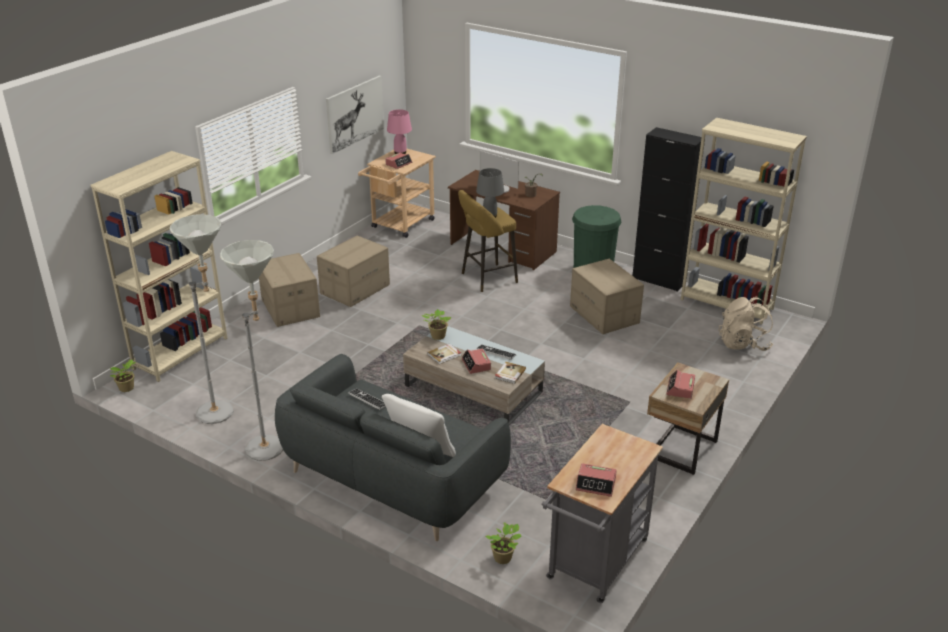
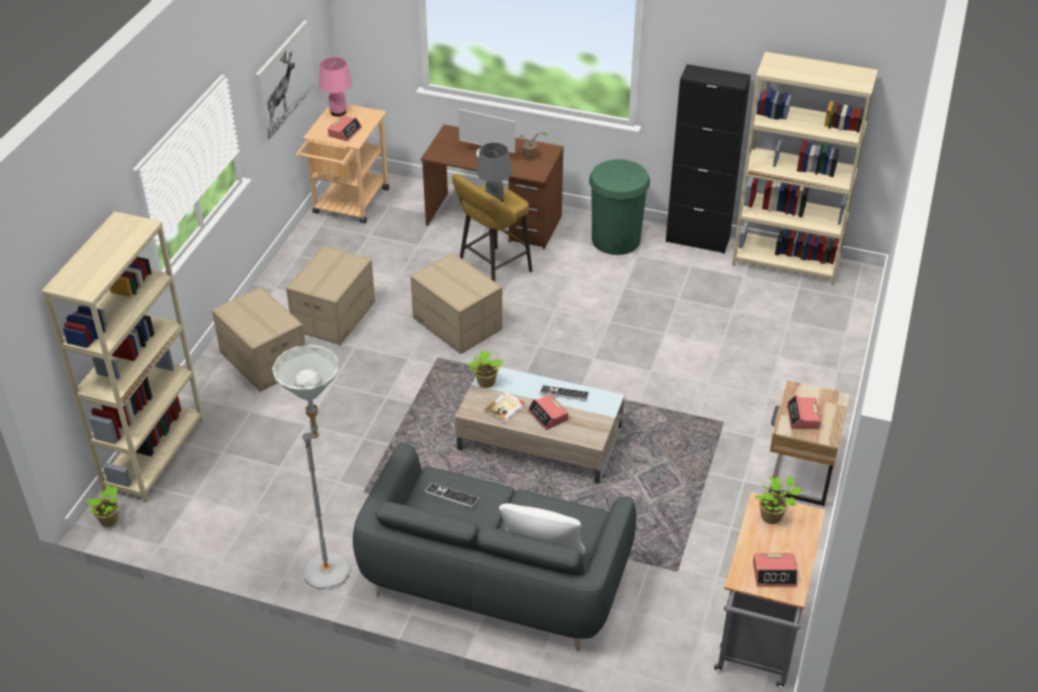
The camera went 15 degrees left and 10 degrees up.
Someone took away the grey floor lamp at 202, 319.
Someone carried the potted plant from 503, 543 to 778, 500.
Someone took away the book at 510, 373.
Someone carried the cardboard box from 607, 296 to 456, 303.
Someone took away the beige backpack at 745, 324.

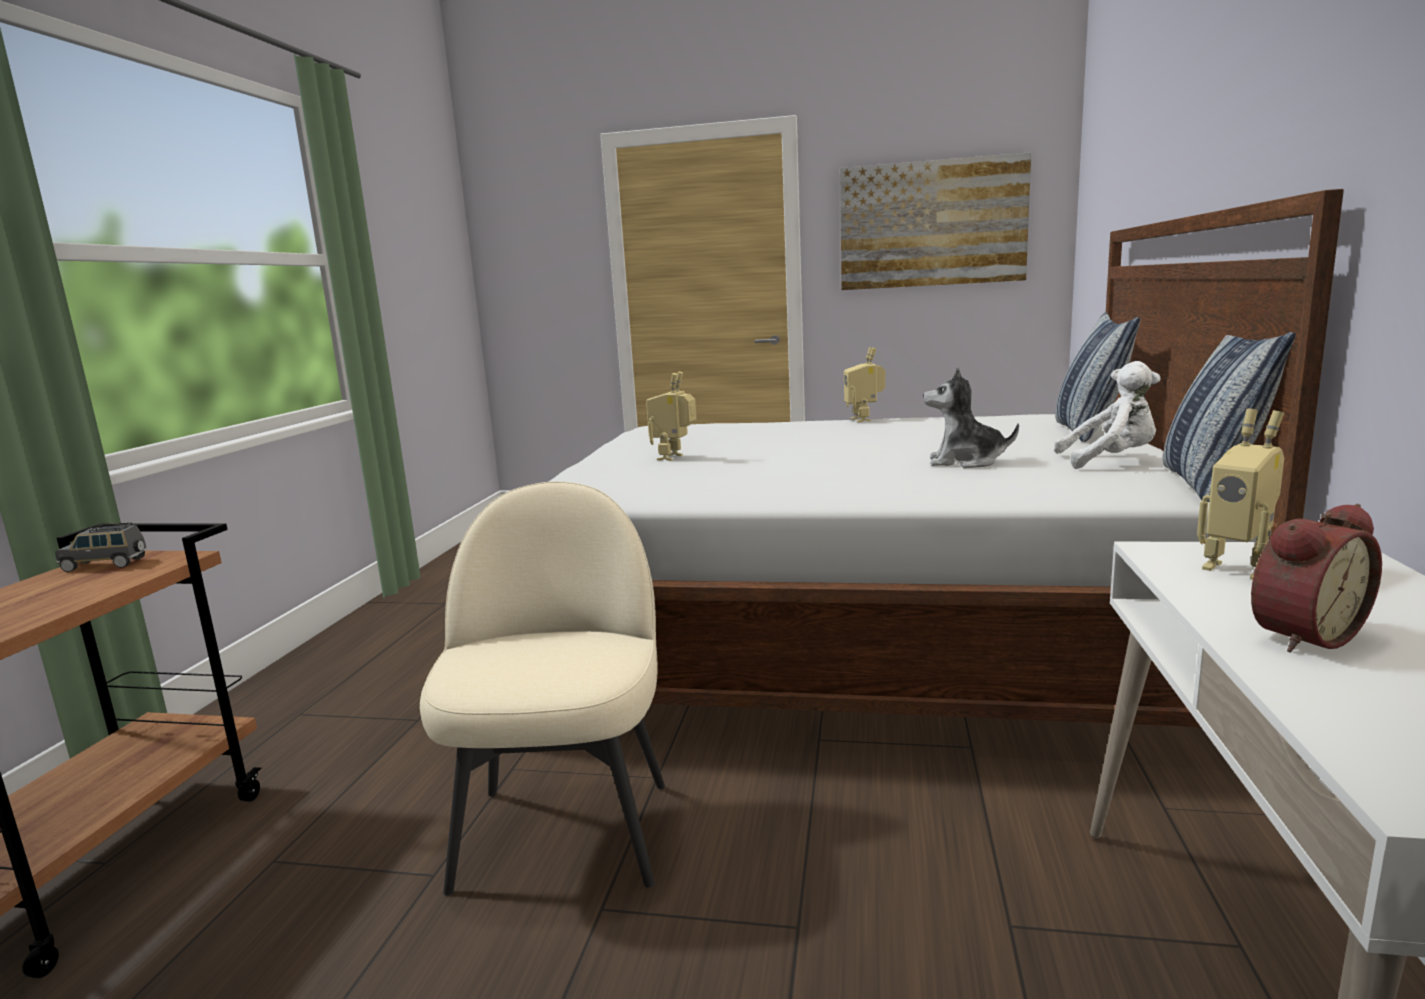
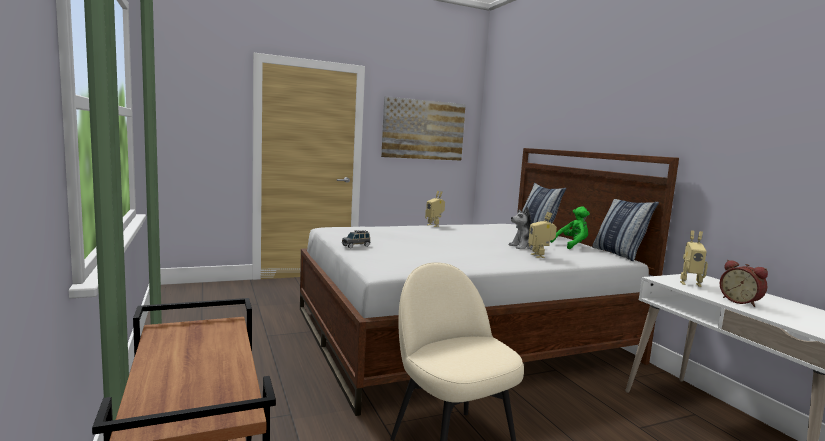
The camera went 35 degrees left and 5 degrees down.
Someone carried the grey toy car from 101, 547 to 356, 239.
Someone carried the toy robot from 671, 416 to 542, 234.
Someone repainted the white plush toy at 1107, 415, which became the green plush toy at 570, 227.
Someone rotated the alarm clock at 1316, 578 by 120 degrees clockwise.

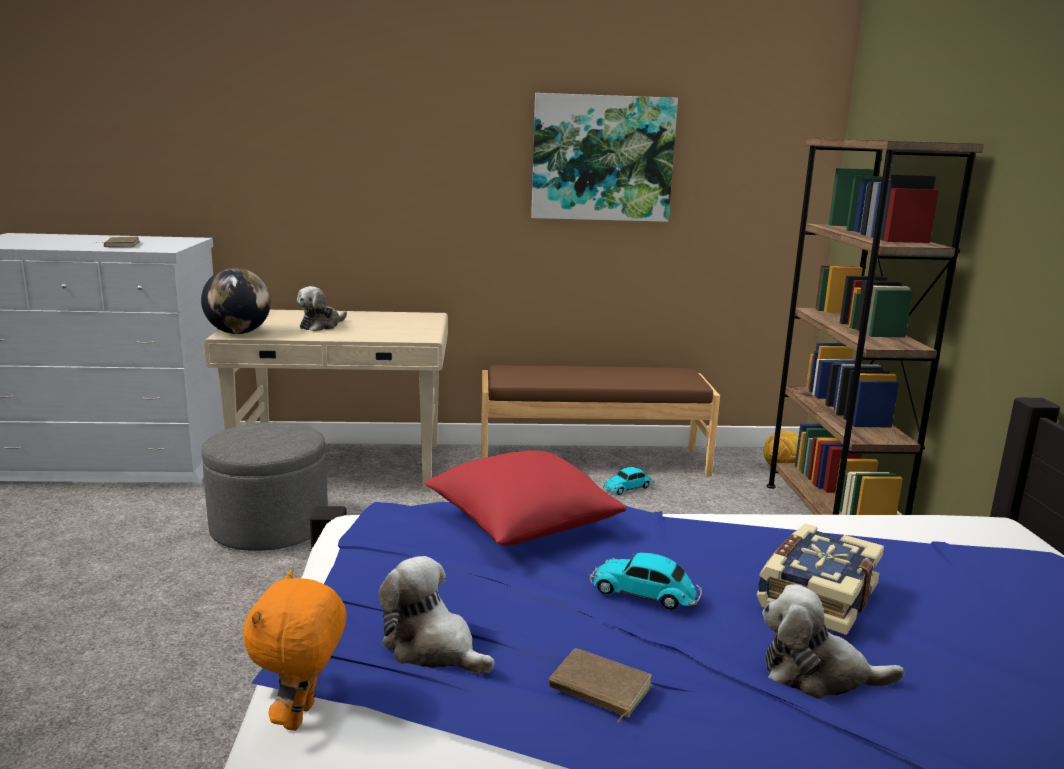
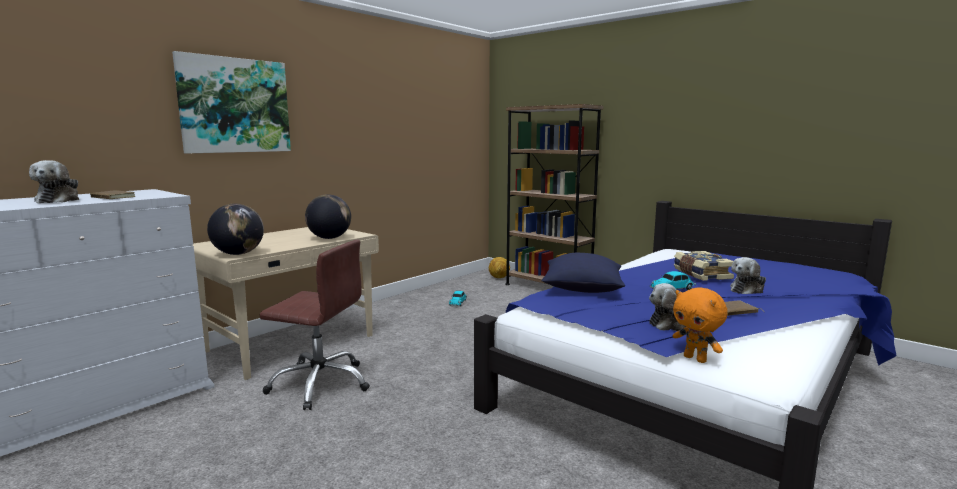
The camera went 45 degrees left and 5 degrees down.
Someone swapped the grey ottoman at 265, 486 for the brown office chair at 315, 325.
Someone carried the plush toy from 322, 308 to 54, 181.
Someone repainted the red pillow at 525, 498, which became the blue pillow at 583, 273.
Someone took away the brown bench at 600, 421.
Someone carried the picture from 604, 157 to 231, 102.
Someone put down the globe at 328, 216.

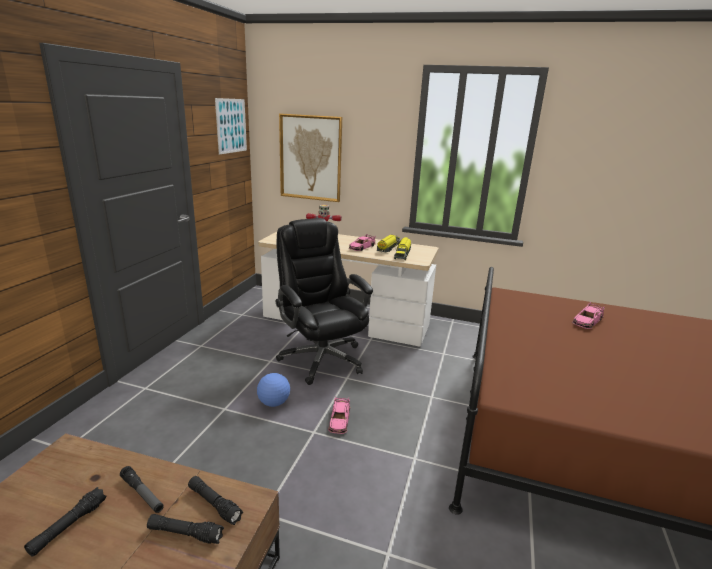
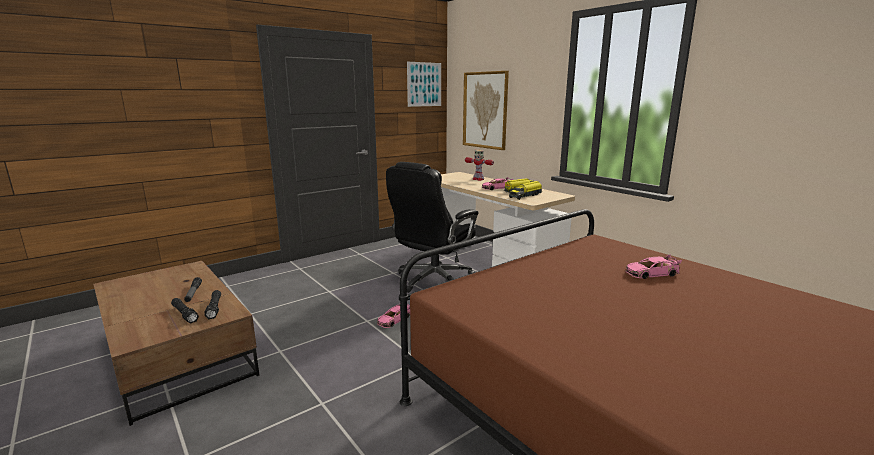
The camera went 35 degrees right and 5 degrees down.
Someone took away the black flashlight at 65, 522.
Someone took away the football at 273, 390.
Someone rotated the black office chair at 324, 301 by 150 degrees counterclockwise.

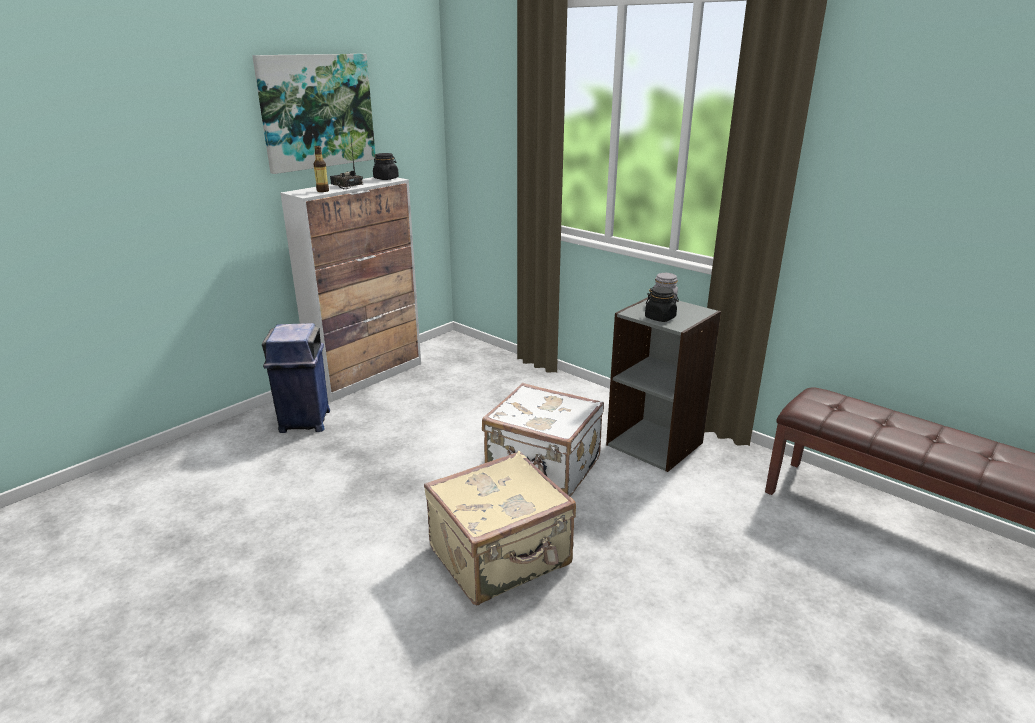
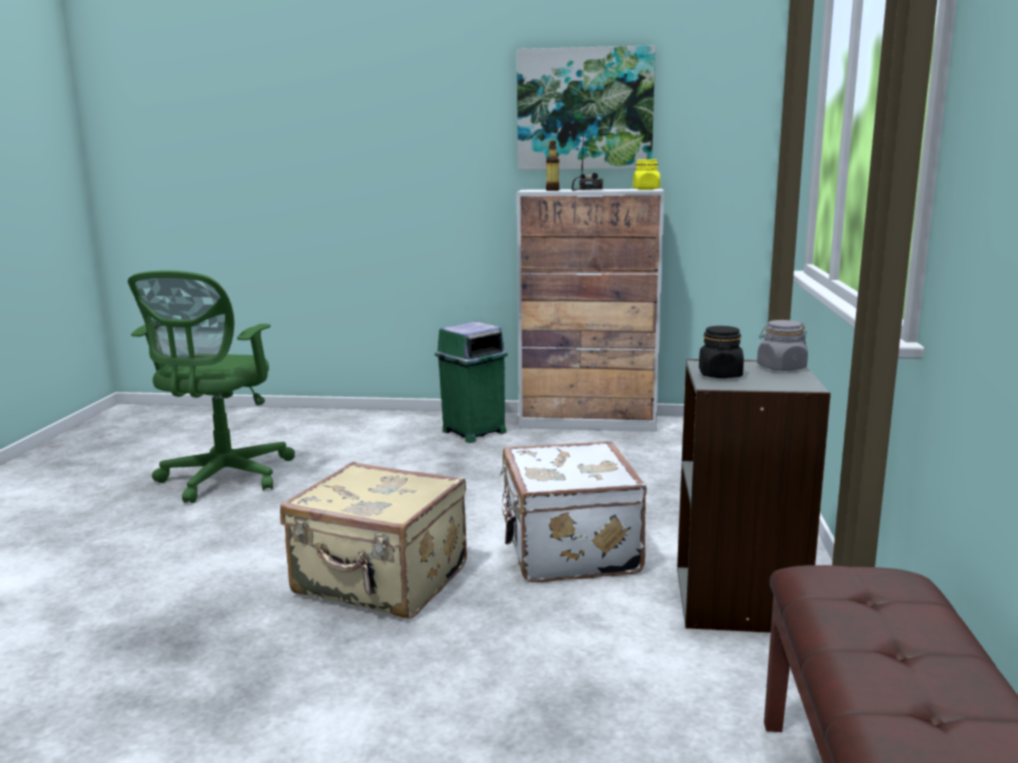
The camera went 55 degrees right and 10 degrees down.
Someone repainted the blue trash can at 296, 378, which became the green trash can at 471, 382.
Someone repainted the black jar at 386, 166, which became the yellow jar at 646, 174.
Someone put down the green office chair at 211, 387.

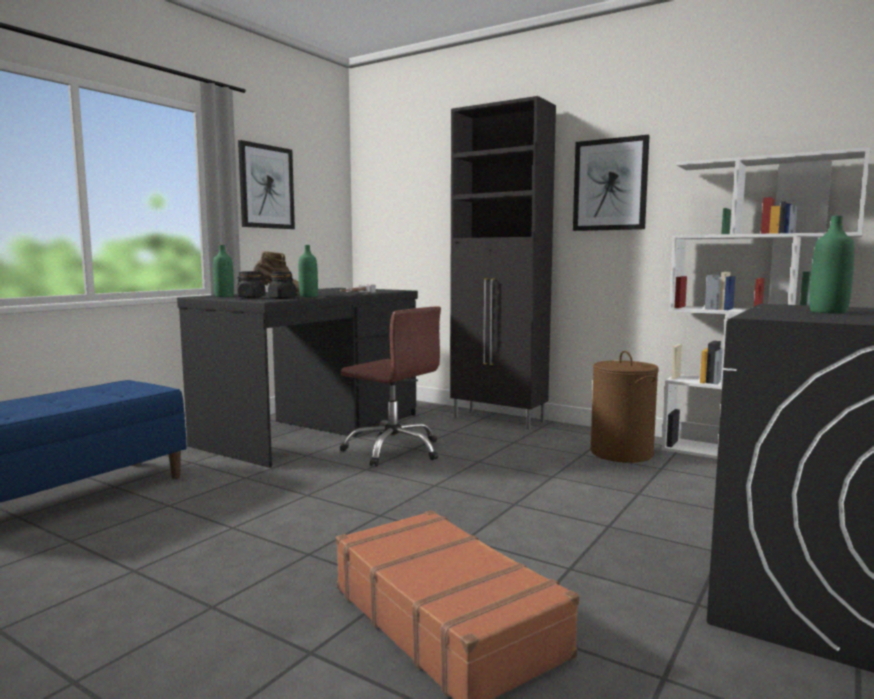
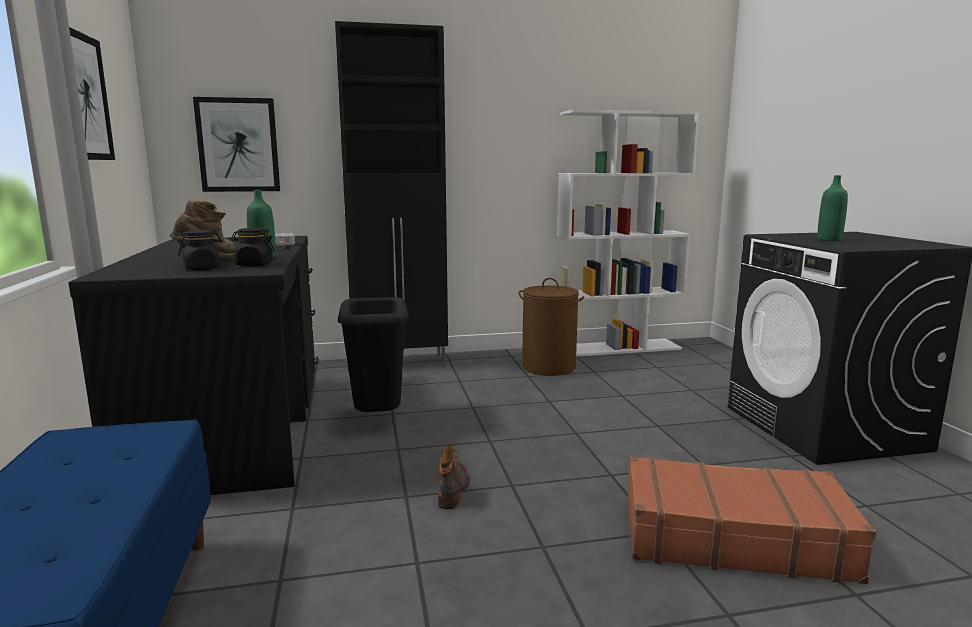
The camera went 45 degrees left and 5 degrees up.
Someone took away the green bottle at 223, 271.
Someone swapped the brown office chair at 390, 386 for the black trash can at 373, 354.
Someone carried the picture from 611, 183 to 236, 144.
Someone put down the boot at 453, 477.

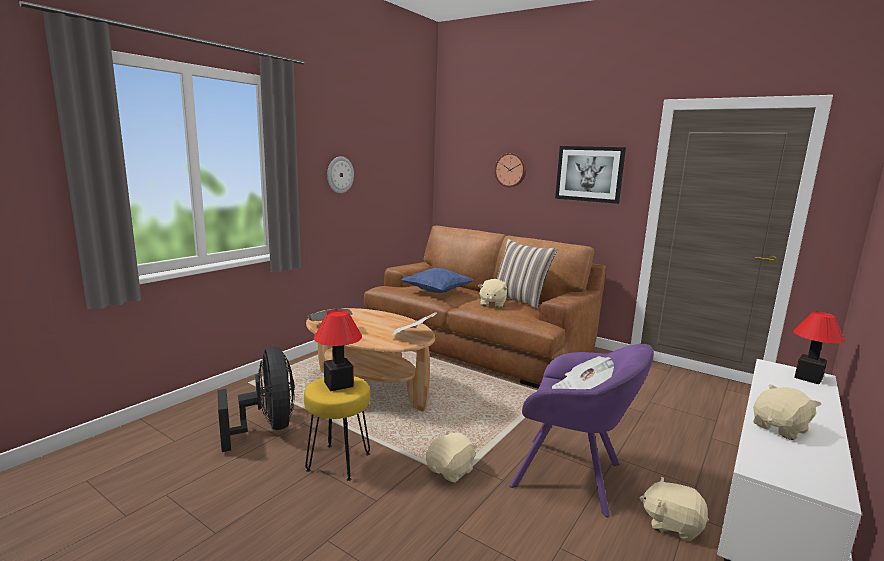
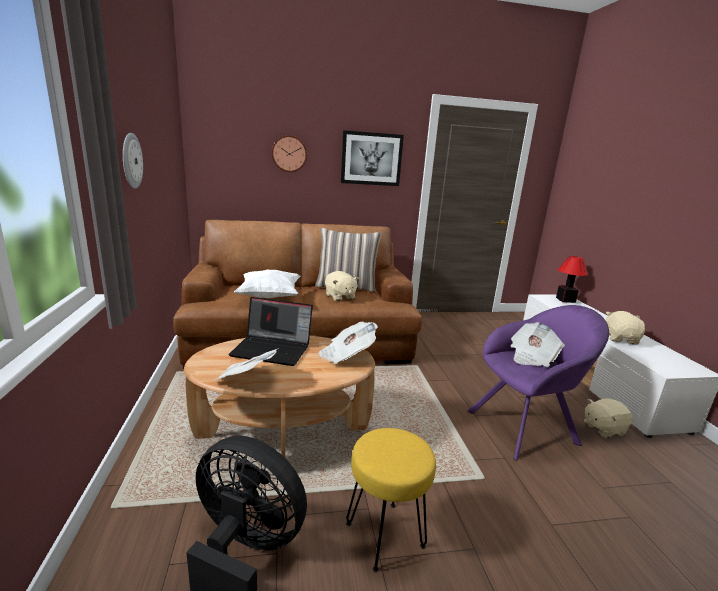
The camera went 45 degrees left and 5 degrees up.
Someone took away the table lamp at 338, 350.
Someone repainted the blue pillow at 438, 280, which became the white pillow at 267, 284.
Someone took away the beige plush toy at 451, 456.
Someone put down the laptop at 270, 331.

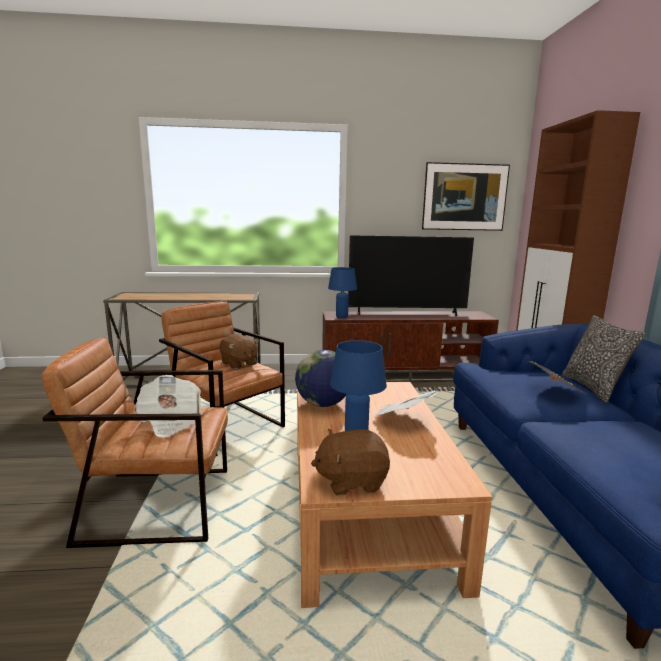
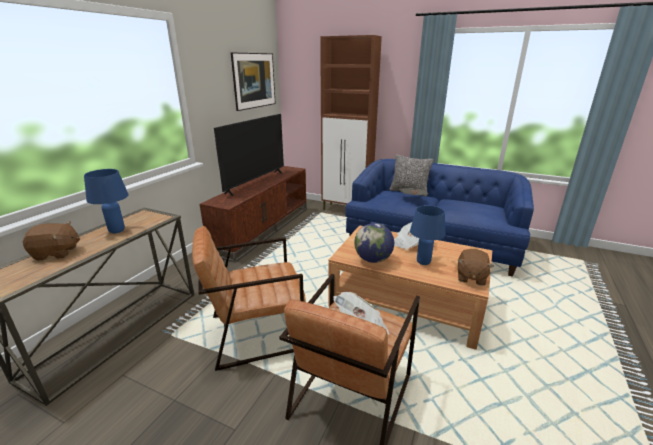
The camera went 60 degrees left and 10 degrees up.
Someone carried the brown plush toy from 239, 351 to 51, 241.
Someone carried the blue table lamp from 342, 292 to 106, 201.

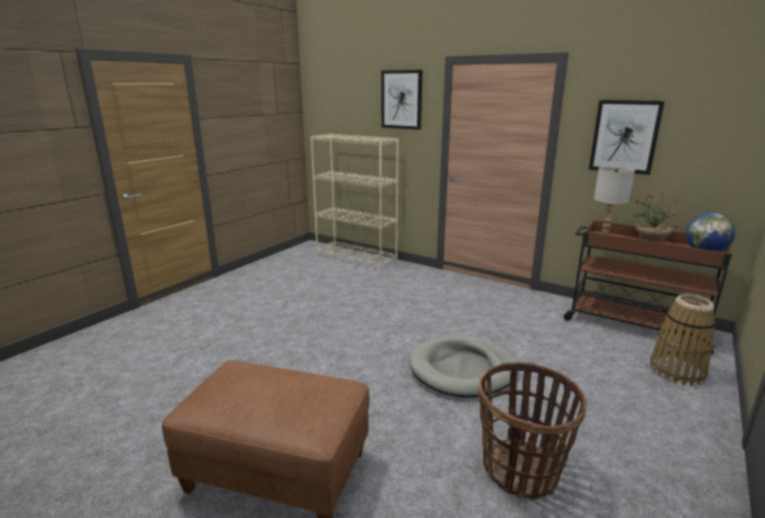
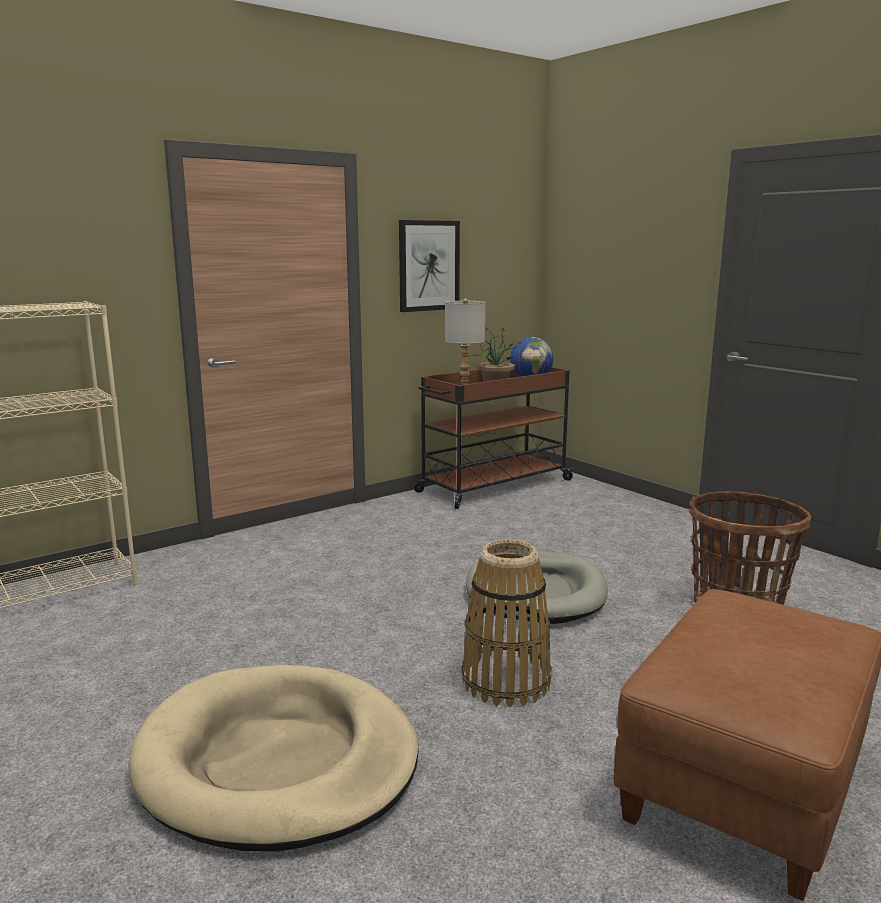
The camera went 70 degrees left and 5 degrees down.
Someone took away the picture at 401, 100.
Someone carried the basket from 682, 340 to 506, 623.
Someone put down the beige dog bed at 273, 758.

